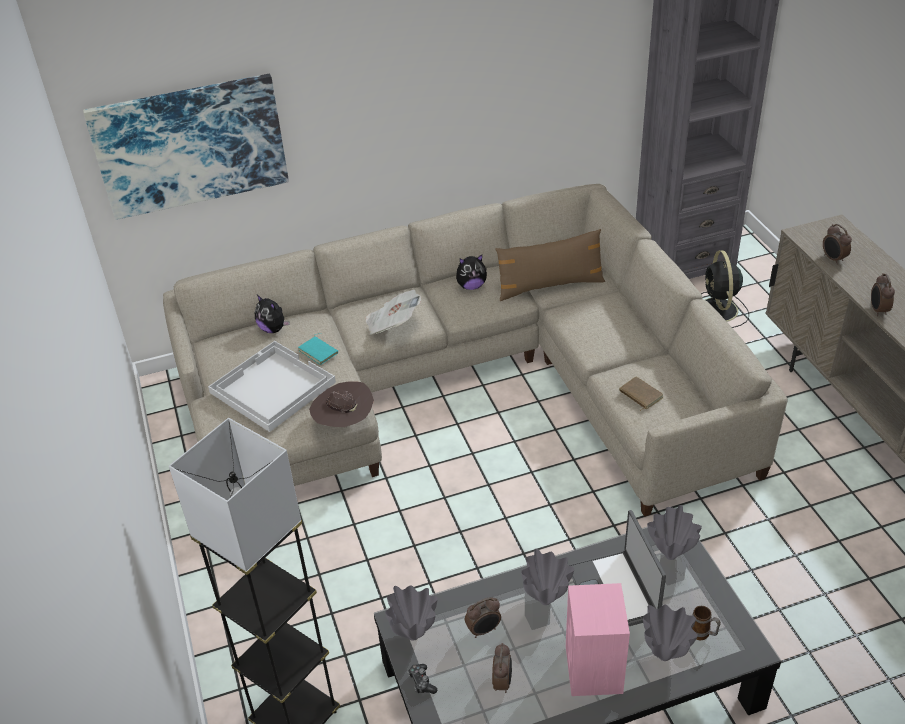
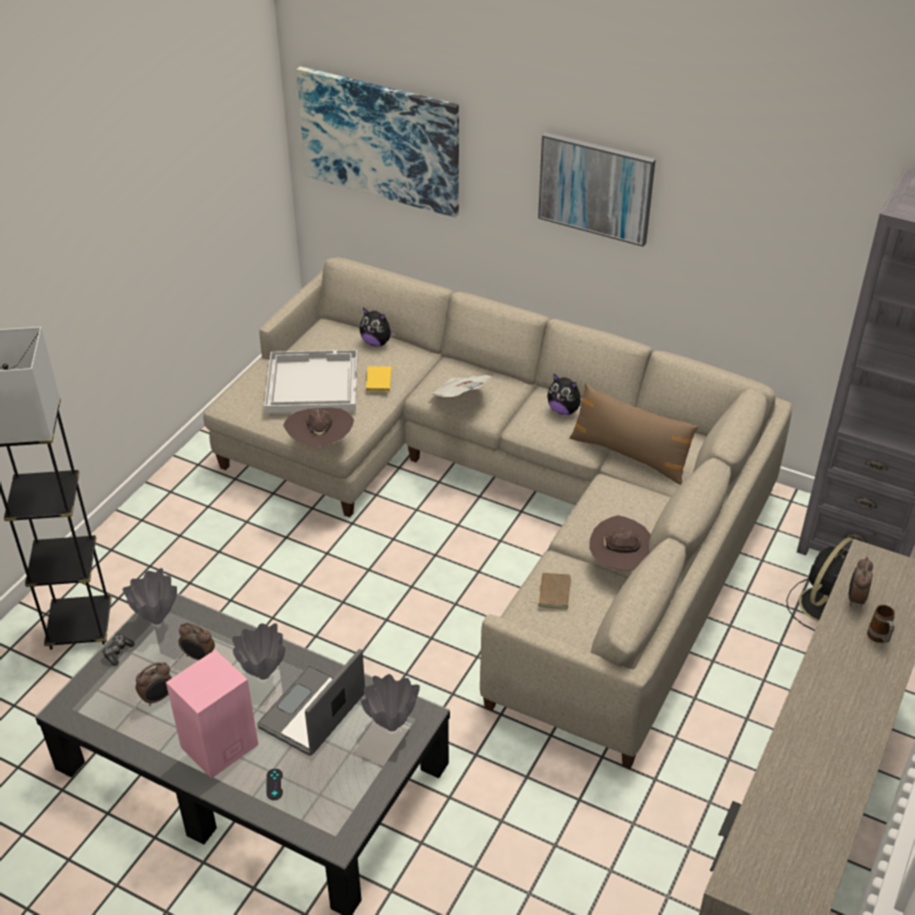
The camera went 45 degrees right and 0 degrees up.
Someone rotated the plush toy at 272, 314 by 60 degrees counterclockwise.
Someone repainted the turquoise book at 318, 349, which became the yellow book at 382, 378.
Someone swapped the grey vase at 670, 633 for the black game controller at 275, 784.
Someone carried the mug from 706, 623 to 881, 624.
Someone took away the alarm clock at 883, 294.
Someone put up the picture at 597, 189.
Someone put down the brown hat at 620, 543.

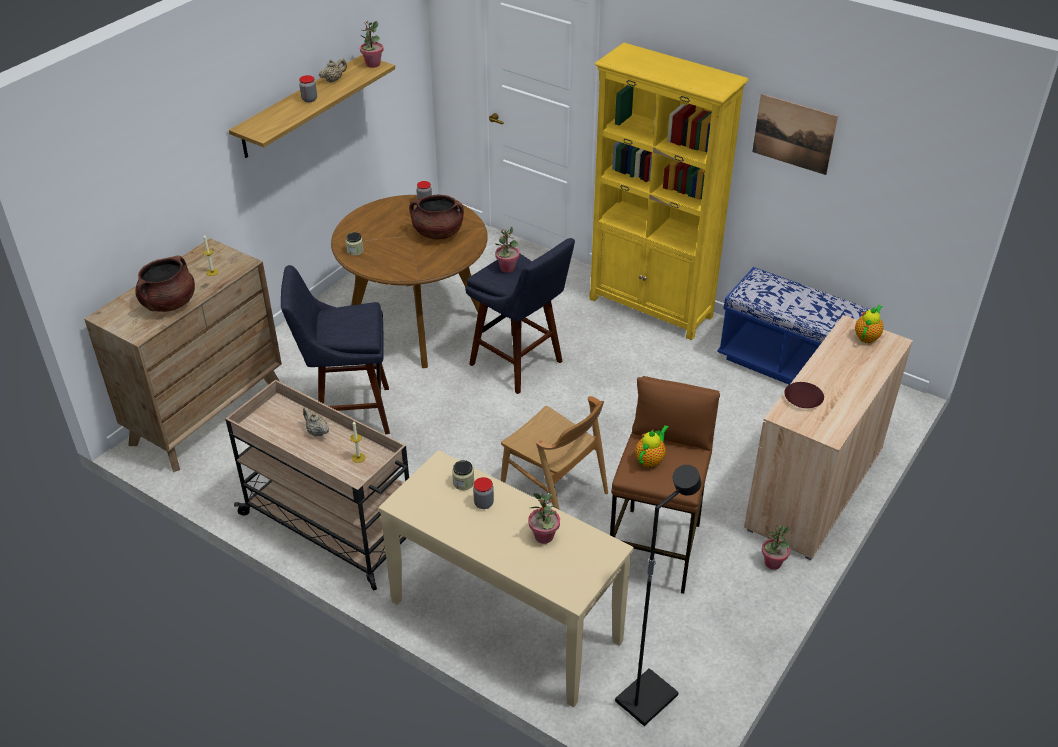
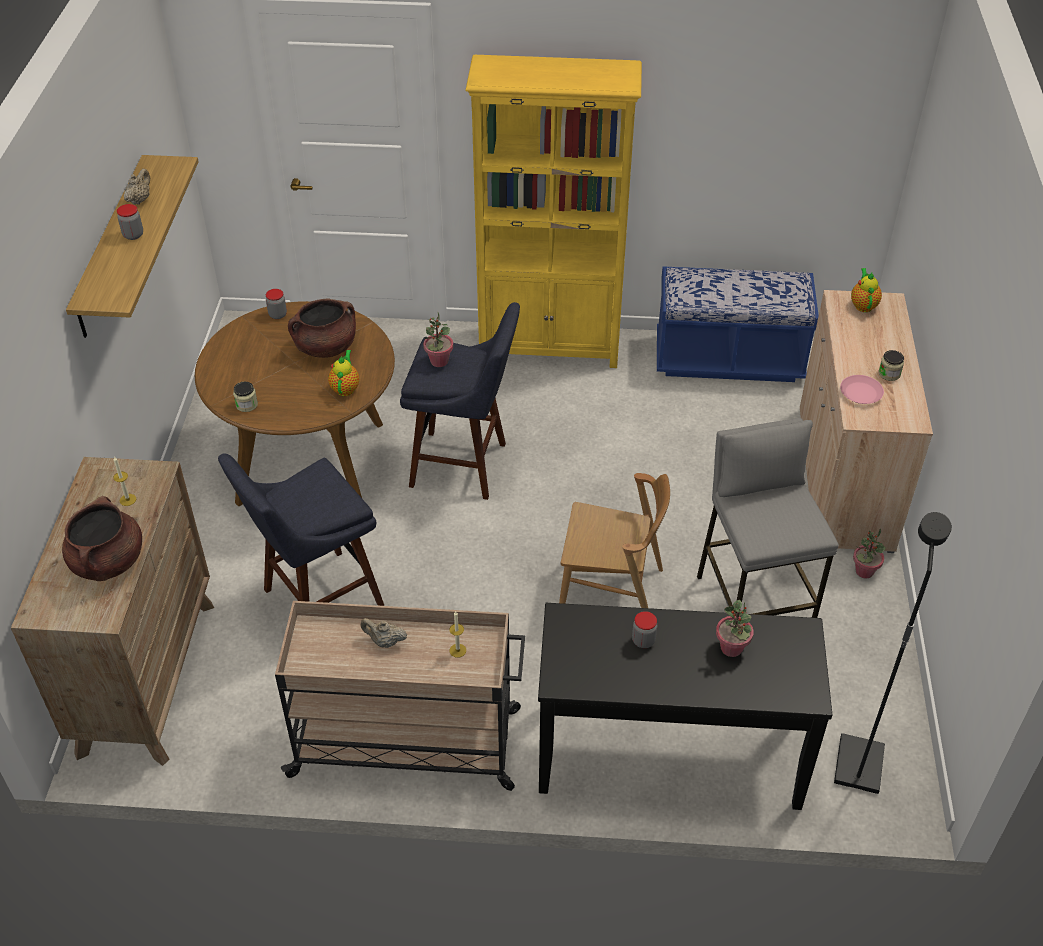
The camera went 30 degrees left and 5 degrees up.
Someone took away the potted plant at 372, 44.
Someone repainted the beige console table at 506, 578, which became the black console table at 685, 706.
Someone carried the jar from 463, 475 to 891, 365.
Someone repainted the brown stool at 665, 485, which became the grey stool at 768, 518.
Someone carried the teapot from 652, 446 to 343, 373.
Someone took away the picture at 795, 134.
Someone repainted the brown plate at 804, 395, which became the pink plate at 862, 389.

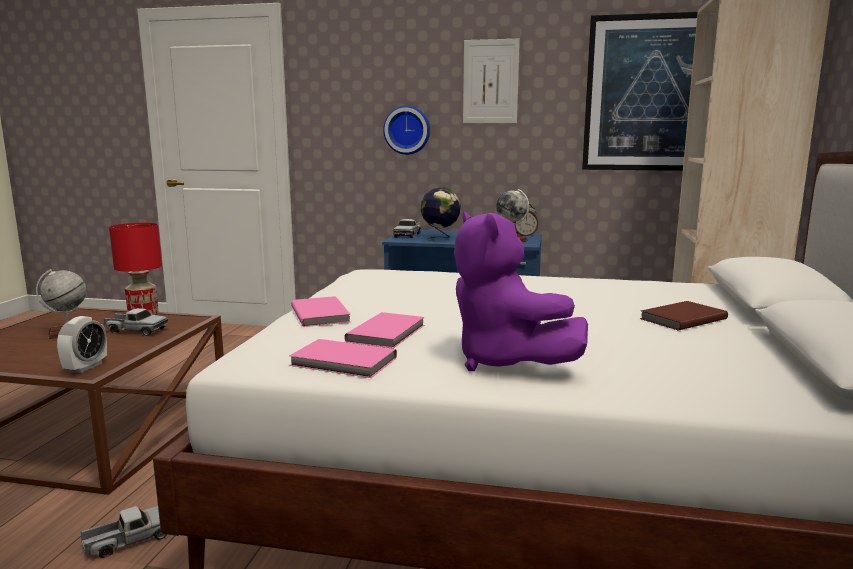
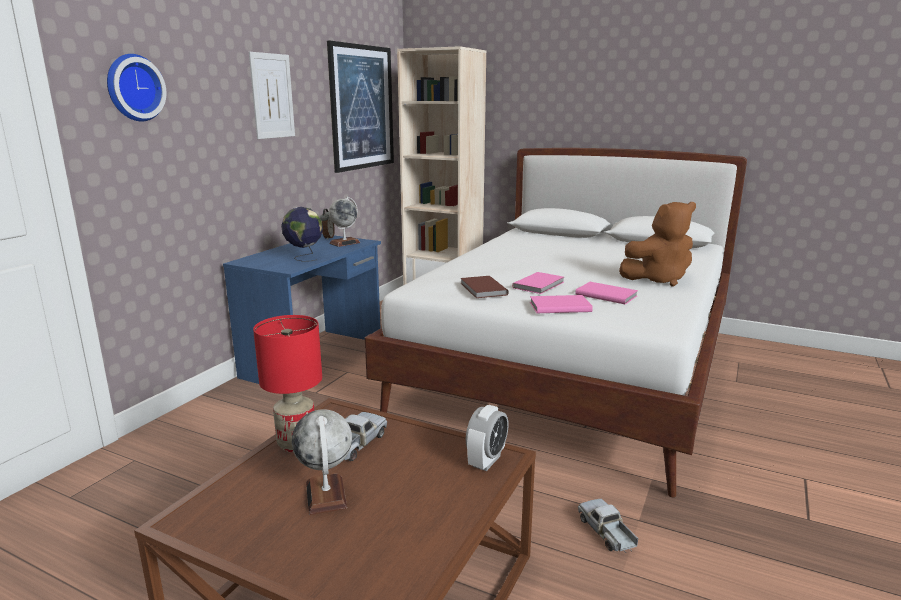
The camera went 75 degrees left and 5 degrees up.
Someone rotated the alarm clock at 82, 344 by 90 degrees clockwise.
Someone carried the pink book from 343, 358 to 538, 283.
Someone carried the wall clock from 406, 130 to 136, 87.
Someone took away the toy truck at 407, 228.
Someone repainted the purple plush toy at 521, 291, which became the brown plush toy at 657, 244.
Someone carried the brown book from 684, 316 to 484, 287.

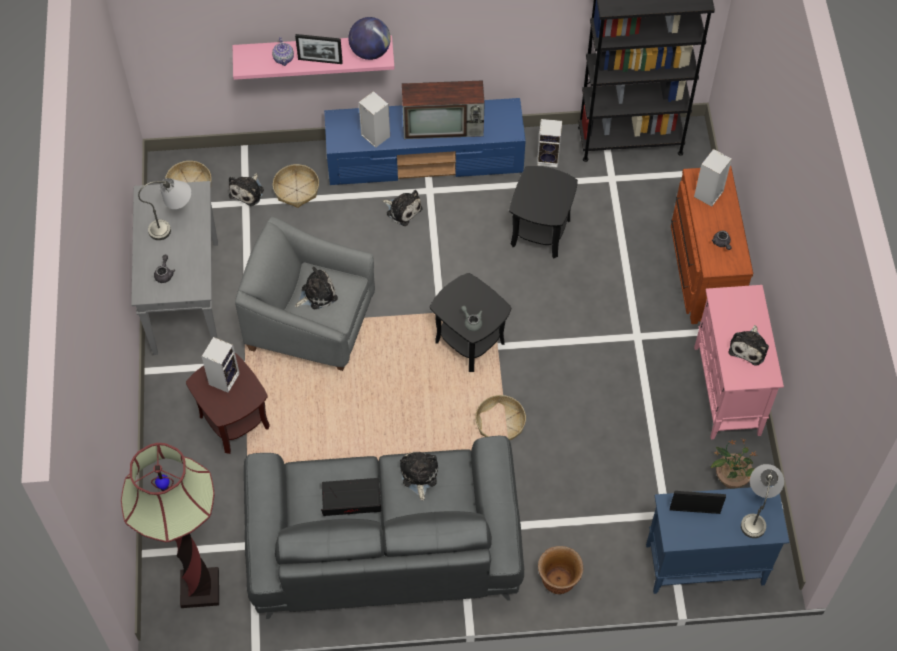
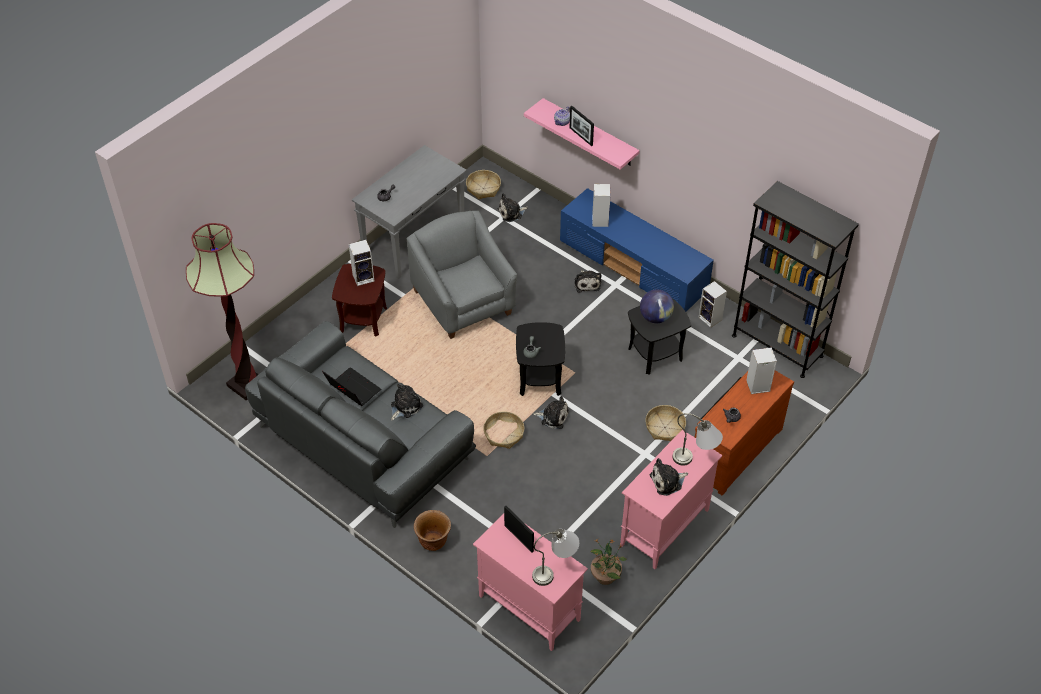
The camera went 45 degrees right and 10 degrees down.
Someone carried the grey table lamp from 164, 209 to 698, 439.
Someone carried the basket from 296, 186 to 665, 423.
Someone carried the plush toy from 316, 288 to 551, 412.
Someone carried the globe from 369, 38 to 657, 306.
Someone took away the television at 443, 109.
Someone repainted the blue cabinet at 717, 540, which became the pink cabinet at 530, 582.

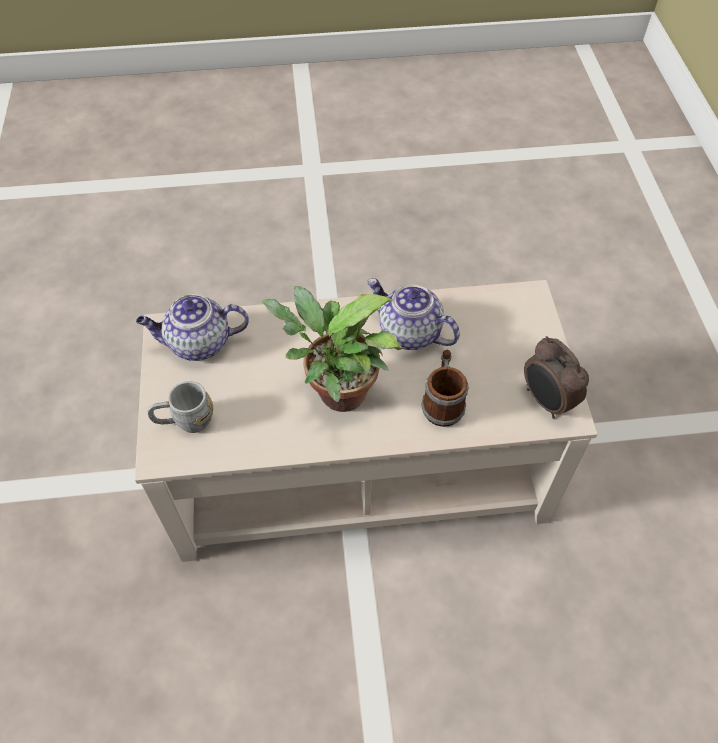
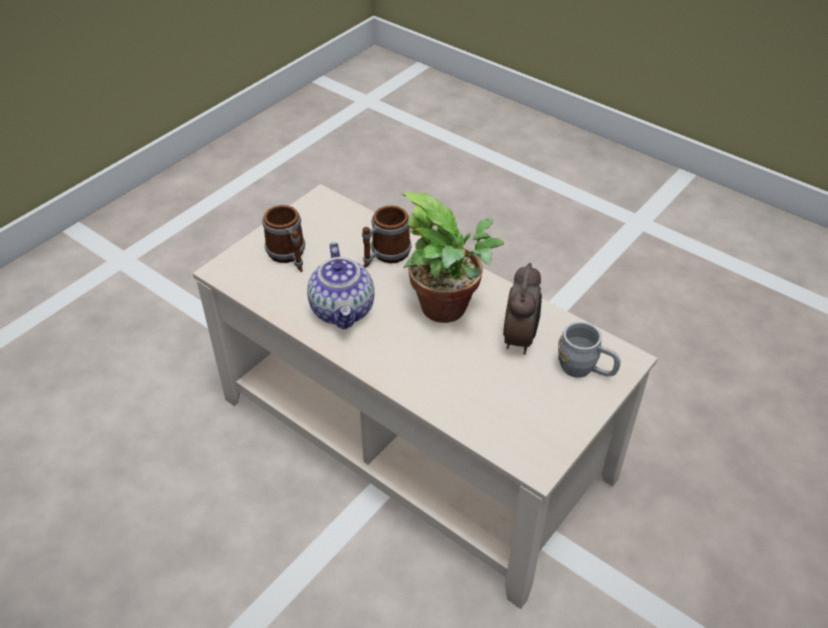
The camera went 135 degrees left and 10 degrees down.
Someone took away the teapot at 192, 327.
Someone carried the alarm clock from 556, 377 to 522, 309.
Someone put down the mug at 283, 238.

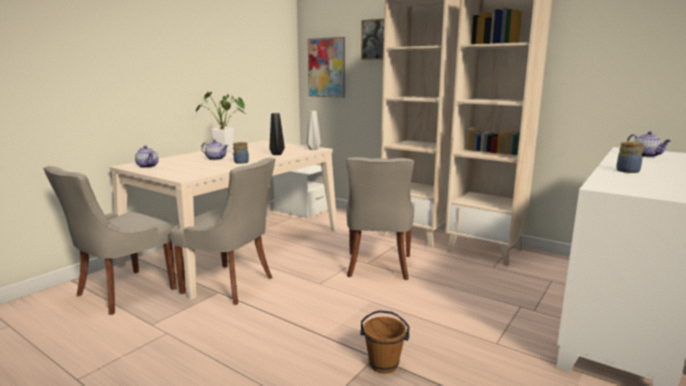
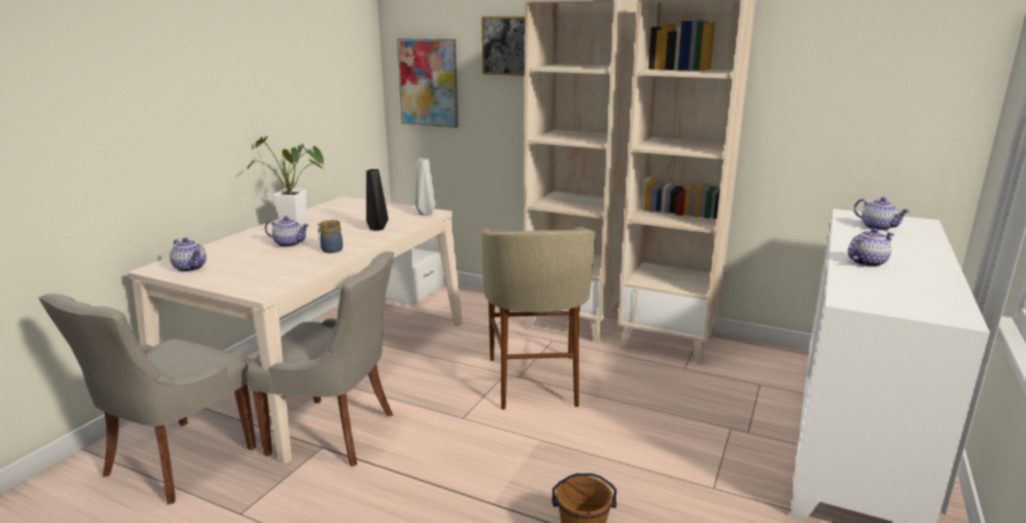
The camera went 10 degrees left and 5 degrees up.
Someone swapped the grey chair at 380, 218 for the beige stool at 538, 318.
Someone swapped the jar at 630, 157 for the teapot at 871, 247.

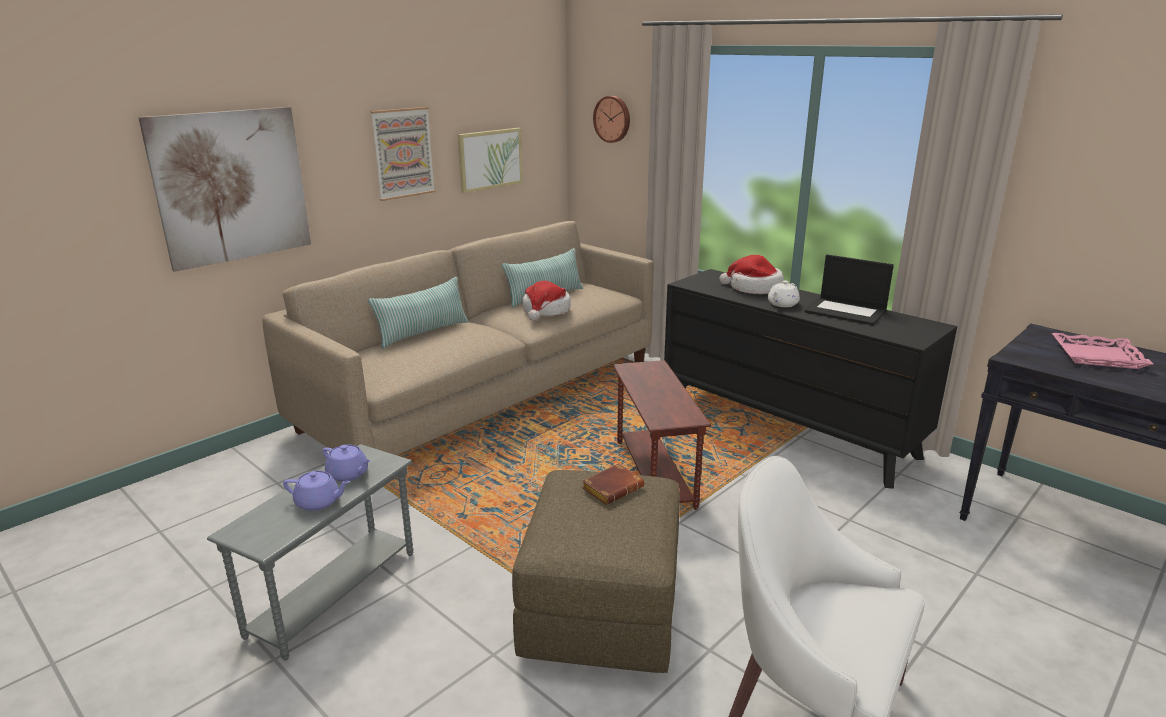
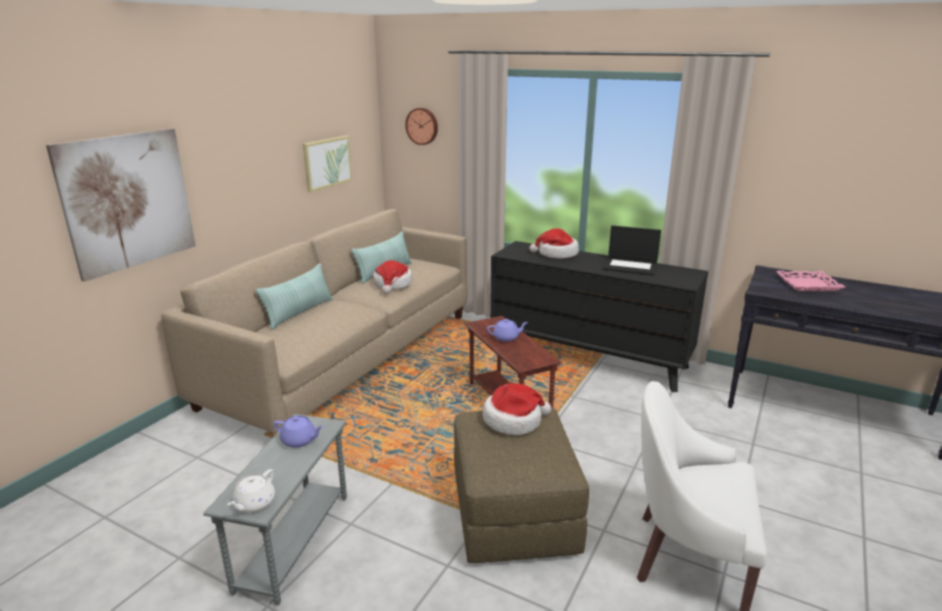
The camera went 15 degrees left and 0 degrees up.
Someone carried the purple teapot from 316, 491 to 507, 330.
Someone took away the picture at 402, 154.
Someone swapped the brown book at 613, 484 for the hat at 517, 409.
Someone carried the white teapot from 784, 294 to 251, 491.

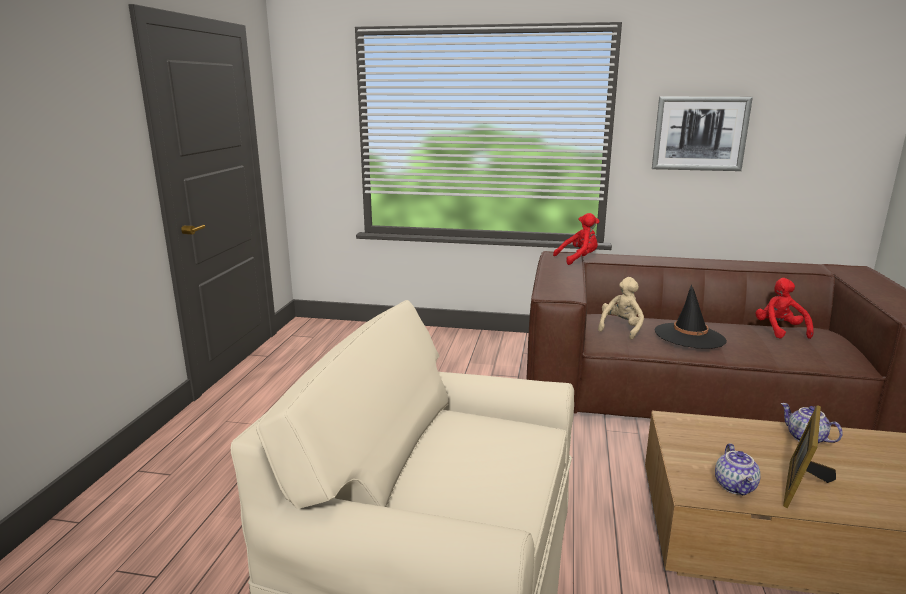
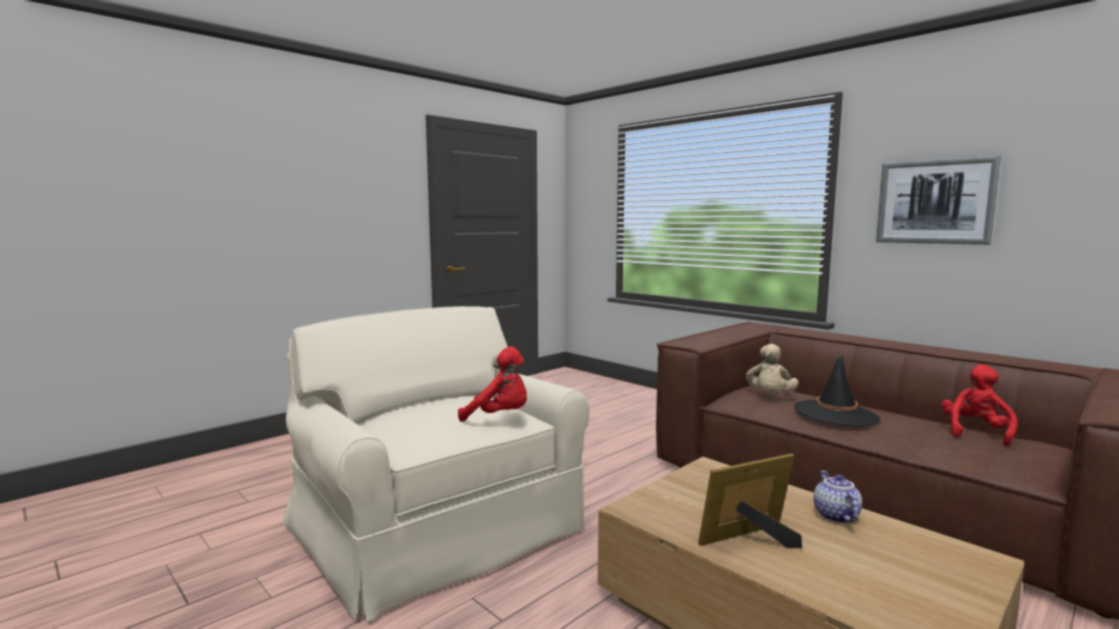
The camera went 35 degrees right and 10 degrees down.
Someone carried the red plush toy from 576, 239 to 492, 384.
Someone rotated the beige plush toy at 621, 308 by 135 degrees clockwise.
Someone took away the teapot at 738, 469.

